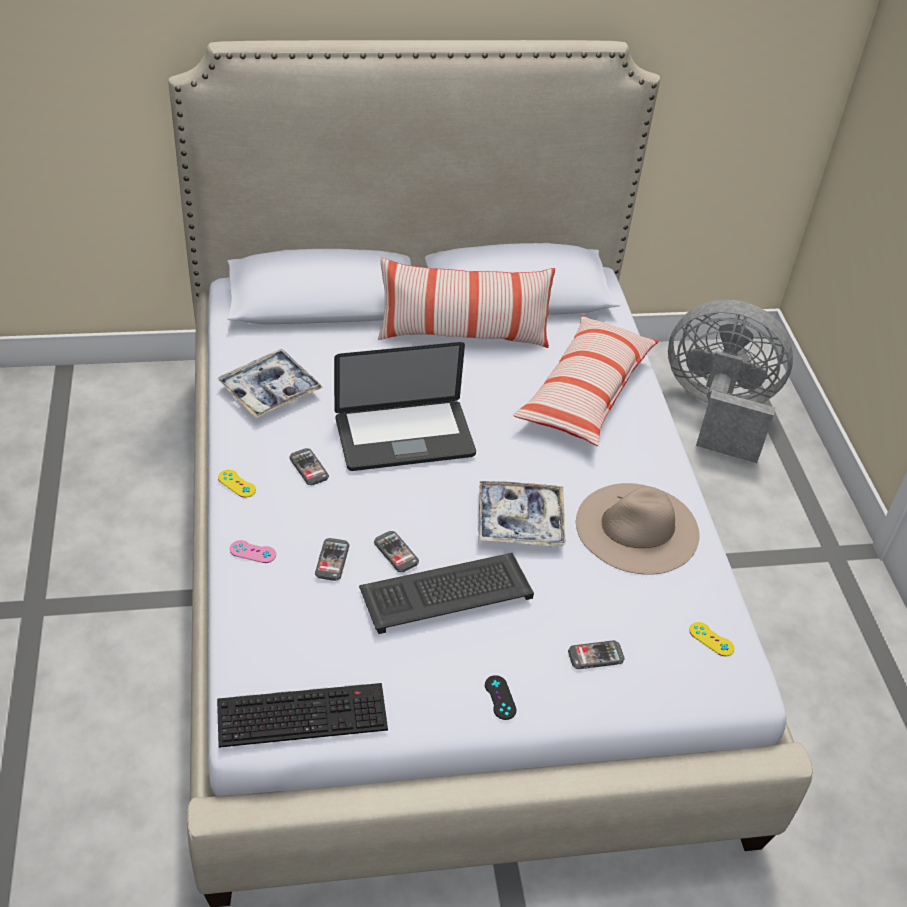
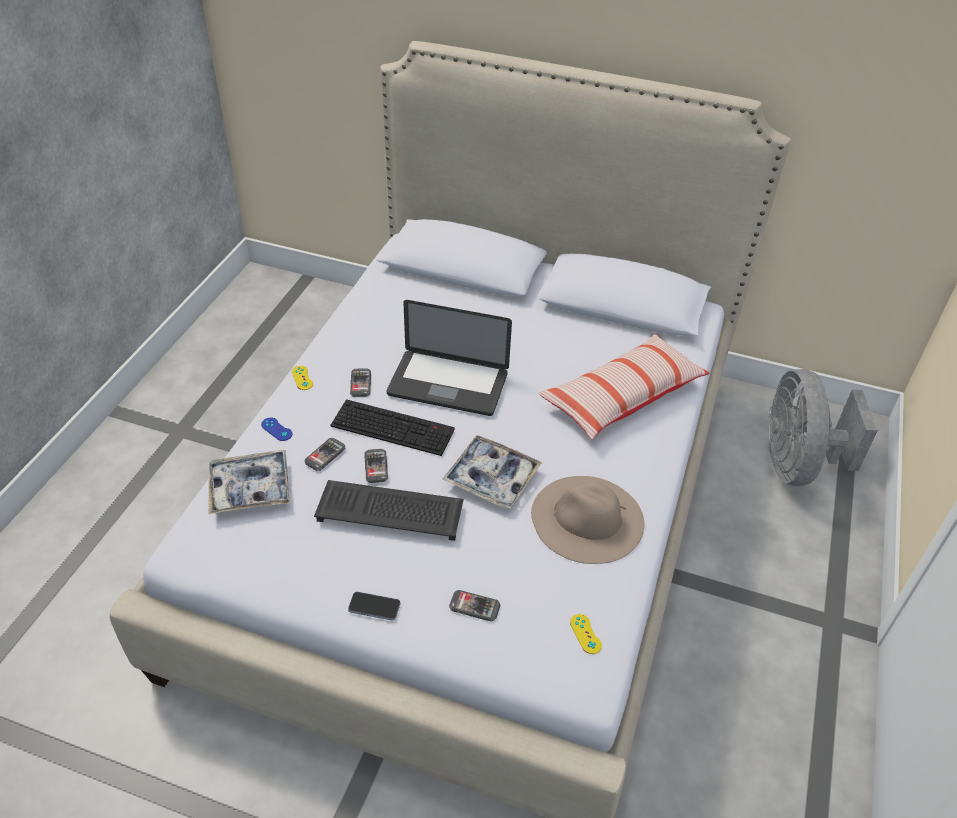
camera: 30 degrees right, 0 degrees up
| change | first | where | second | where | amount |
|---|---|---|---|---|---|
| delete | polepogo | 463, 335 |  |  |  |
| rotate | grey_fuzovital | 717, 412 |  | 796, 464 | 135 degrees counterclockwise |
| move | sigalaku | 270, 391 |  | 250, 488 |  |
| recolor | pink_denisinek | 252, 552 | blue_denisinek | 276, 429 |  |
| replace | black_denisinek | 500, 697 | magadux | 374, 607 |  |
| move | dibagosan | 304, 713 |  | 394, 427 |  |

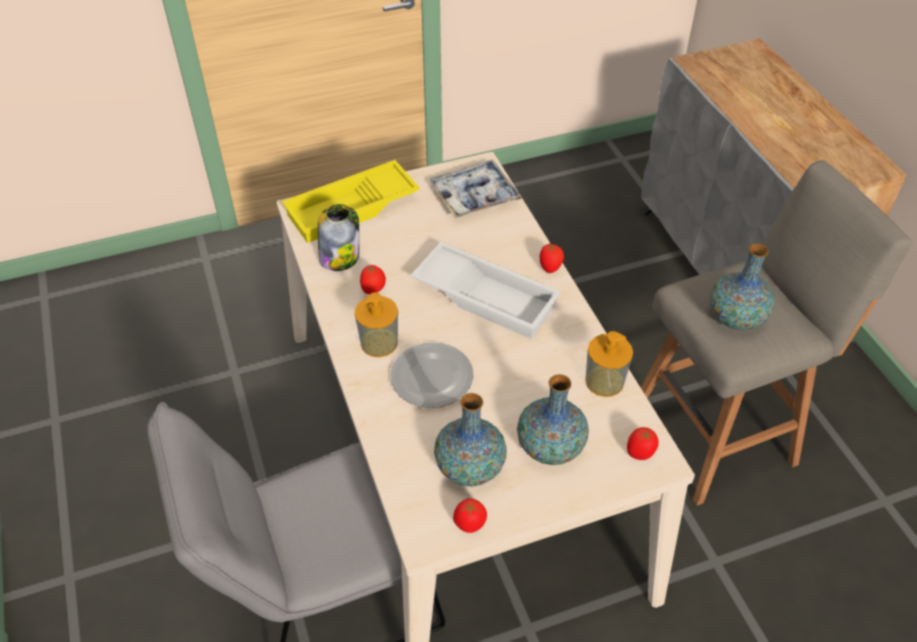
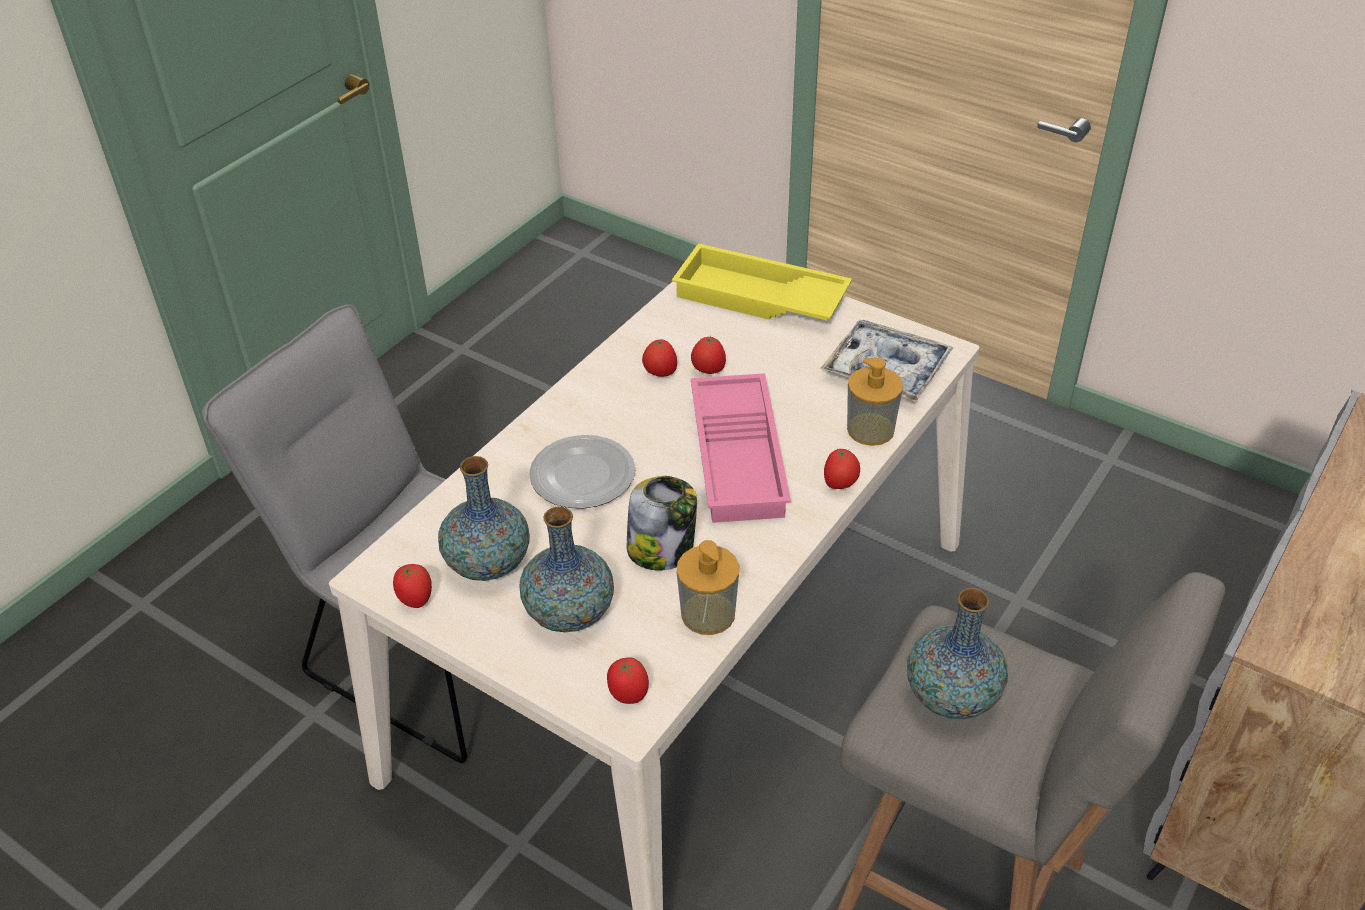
camera: 55 degrees right, 5 degrees down
| change | first | where | second | where | amount |
|---|---|---|---|---|---|
| move | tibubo | 340, 257 |  | 662, 549 |  |
| recolor | white_sigalaku | 487, 296 | pink_sigalaku | 741, 457 |  |
| move | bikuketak | 379, 343 |  | 870, 429 |  |
| insert |  |  | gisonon | 708, 371 |  |

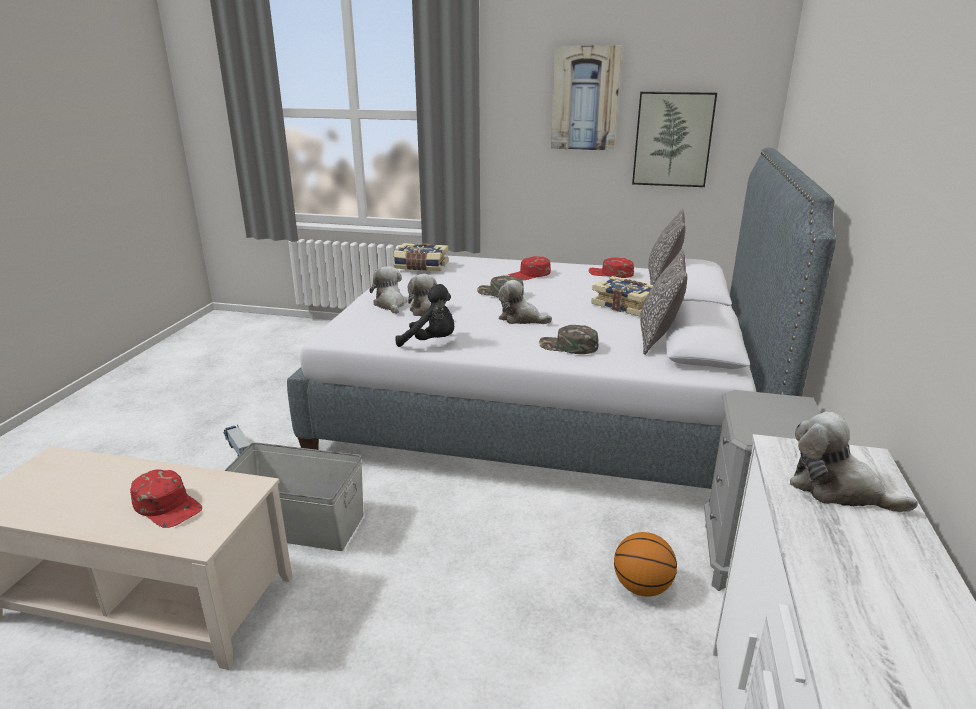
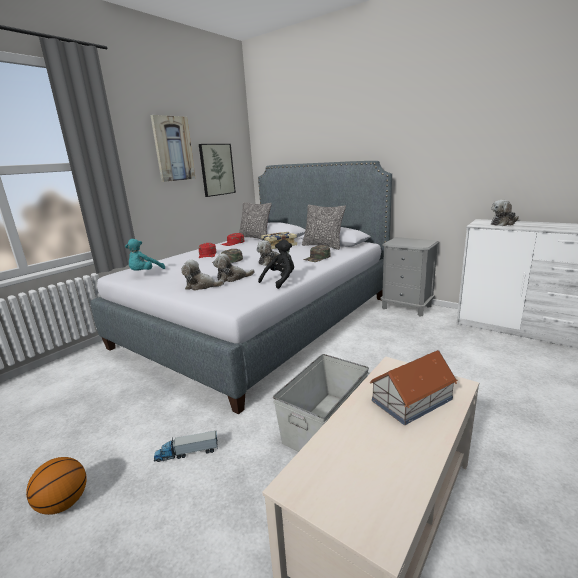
camera: 65 degrees left, 5 degrees down
| change | first | where | second | where | amount |
|---|---|---|---|---|---|
| replace | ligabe | 421, 266 | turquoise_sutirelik | 145, 273 |  |
| replace | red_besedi | 168, 506 | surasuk | 411, 400 |  |
| move | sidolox | 641, 587 |  | 63, 503 |  |

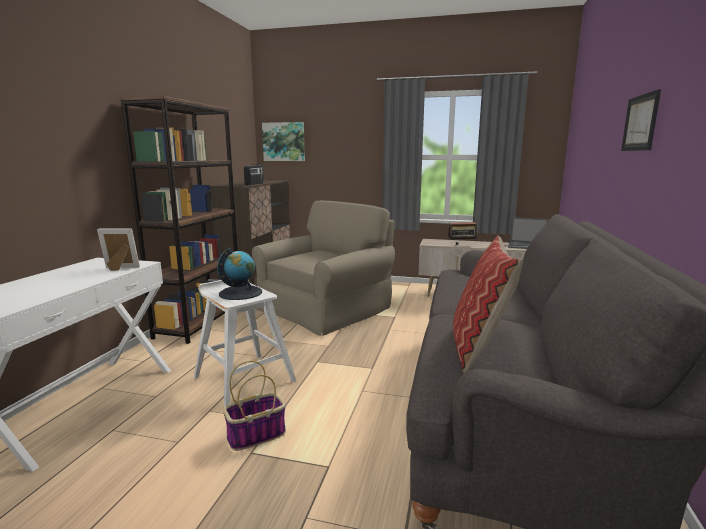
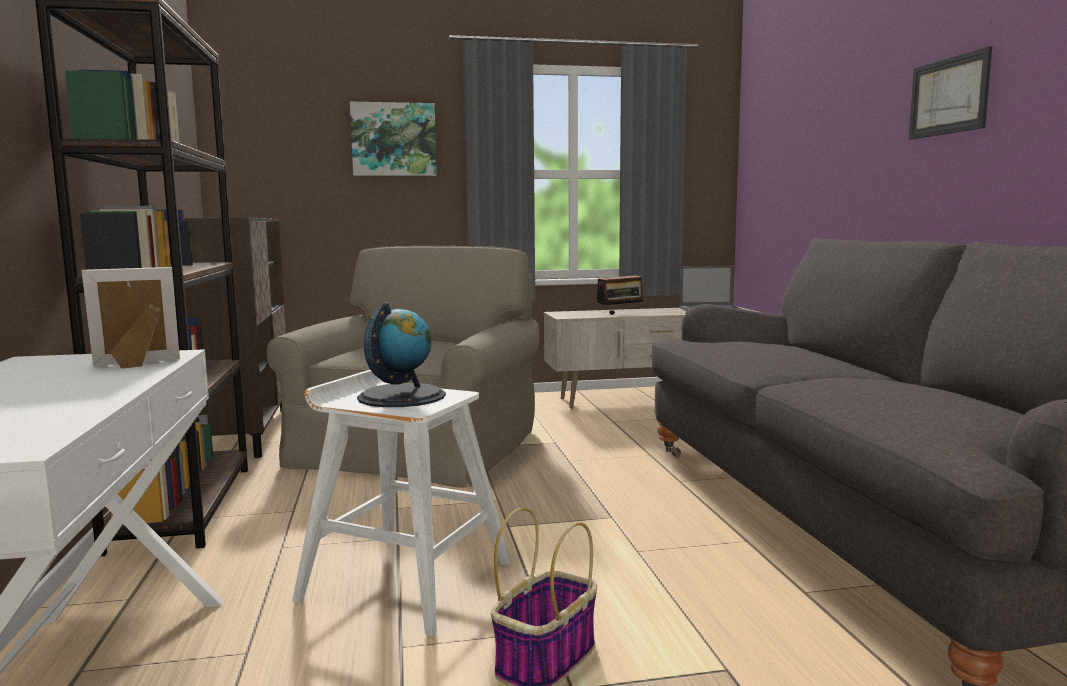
camera: 25 degrees left, 5 degrees down
| change | first | where | second | where | amount |
|---|---|---|---|---|---|
| move | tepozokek | 284, 142 |  | 393, 139 |  |
| delete | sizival | 254, 184 |  |  |  |
| delete | polepogo | 478, 349 |  |  |  |

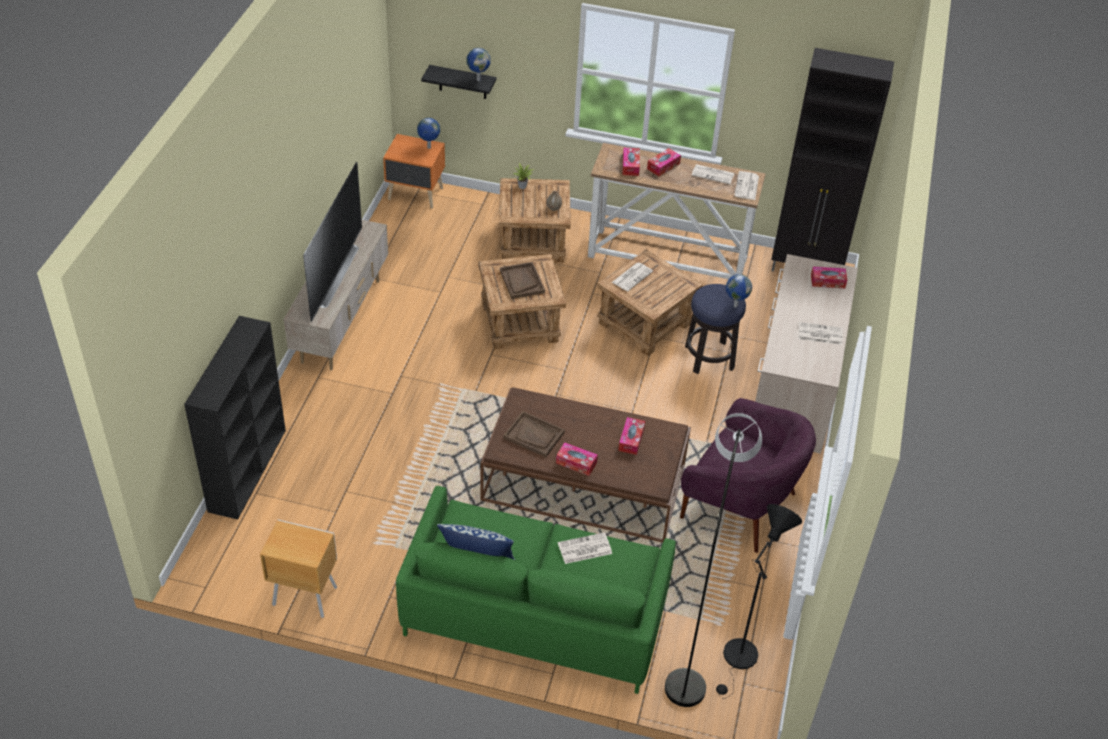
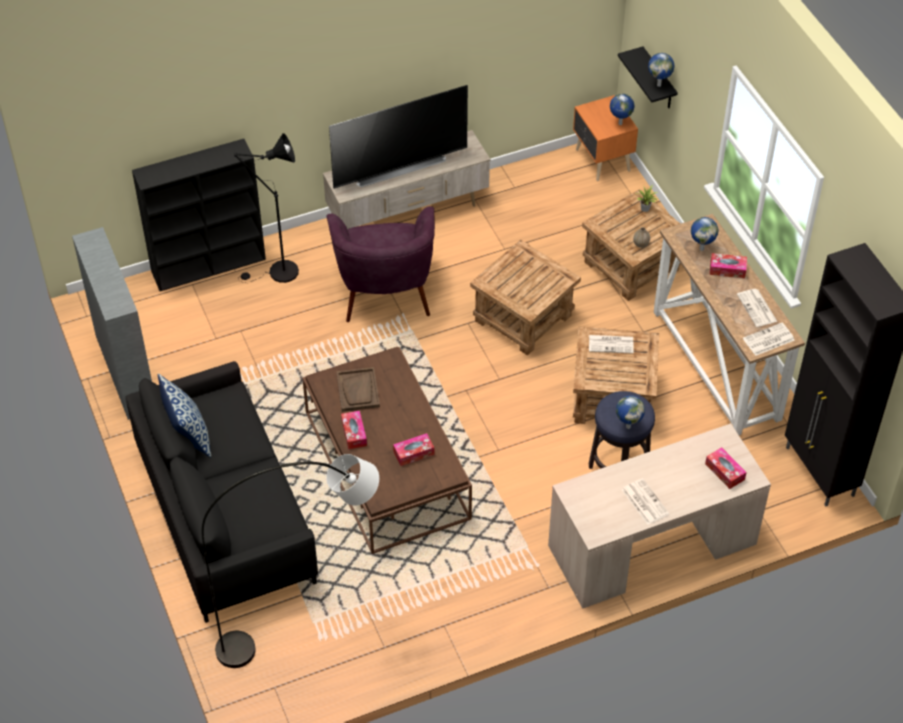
camera: 55 degrees right, 5 degrees up
| change | first | where | second | where | amount |
|---|---|---|---|---|---|
| replace | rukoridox | 630, 165 | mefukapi | 701, 248 |  |
| delete | brown_sigalaku | 522, 281 |  |  |  |
| move | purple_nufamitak | 739, 505 |  | 385, 290 |  |
| recolor | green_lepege | 535, 614 | black_lepege | 225, 514 |  |
| move | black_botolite | 739, 660 |  | 278, 273 |  |
| replace | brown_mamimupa | 304, 595 | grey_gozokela | 125, 372 |  |
| delete | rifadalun | 584, 549 |  |  |  |

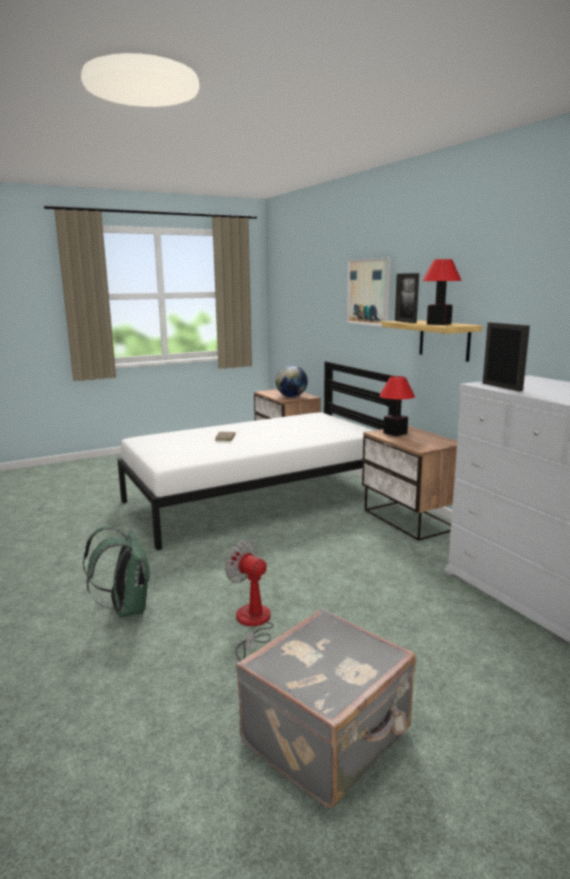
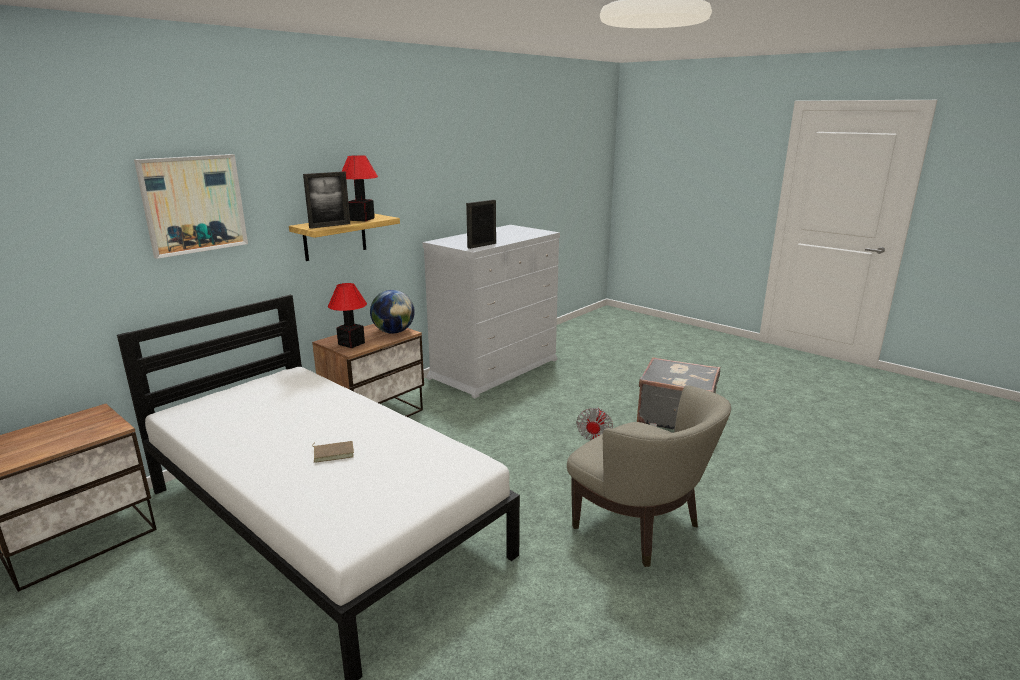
camera: 110 degrees left, 5 degrees up
| change | first | where | second | where | amount |
|---|---|---|---|---|---|
| move | mefukapi | 291, 396 |  | 393, 332 |  |
| replace | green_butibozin | 126, 609 | beige_nufamitak | 641, 527 |  |

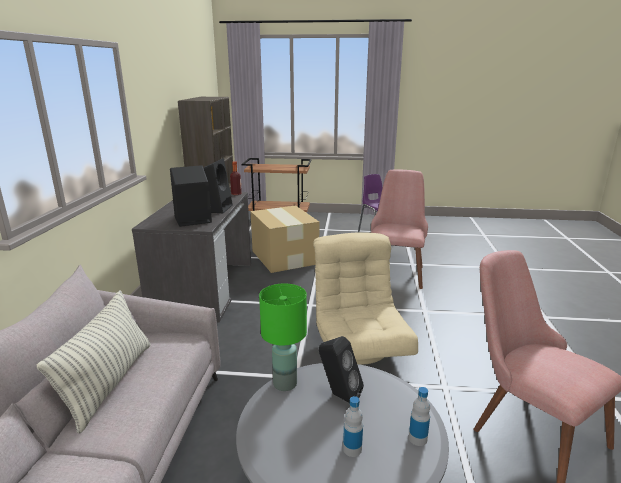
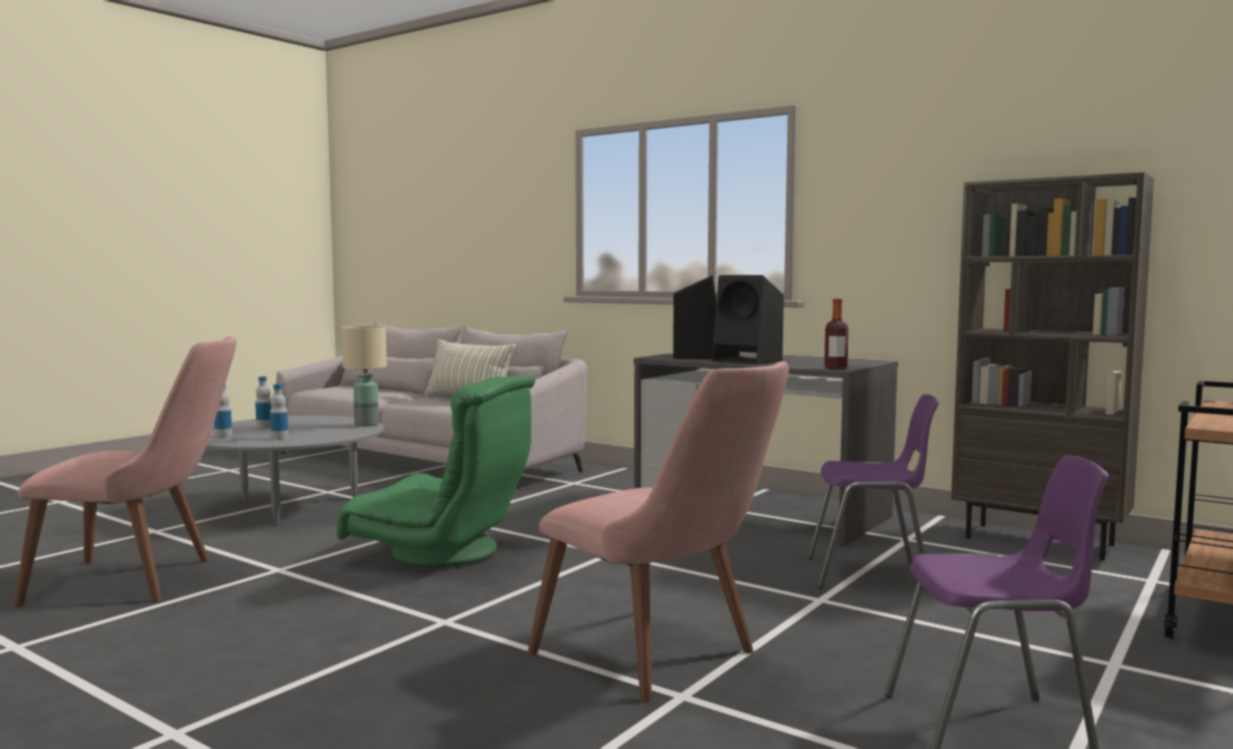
camera: 120 degrees right, 15 degrees down
| change | first | where | second | where | amount |
|---|---|---|---|---|---|
| replace | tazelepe | 284, 257 | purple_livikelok | 870, 575 |  |
| recolor | beige_nufamitak | 359, 347 | green_nufamitak | 443, 554 |  |
| recolor | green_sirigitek | 285, 383 | beige_sirigitek | 366, 425 |  |
| delete | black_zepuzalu | 338, 395 |  |  |  |
| insert |  |  | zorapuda | 279, 438 |  |

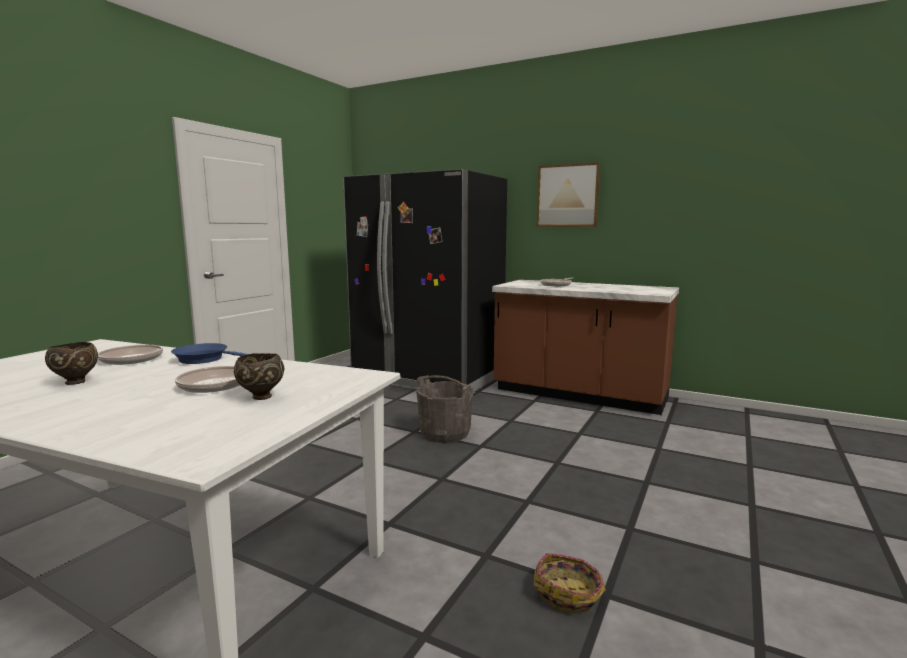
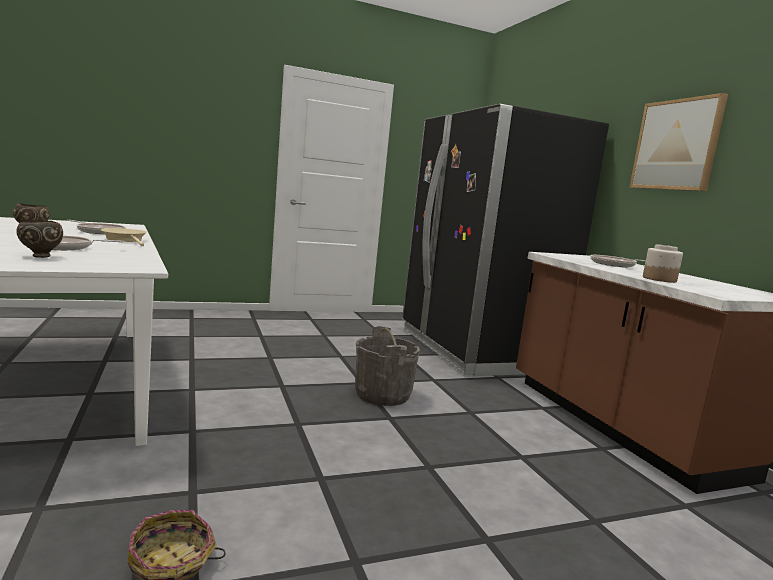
camera: 40 degrees right, 0 degrees up
| change | first | where | second | where | amount |
|---|---|---|---|---|---|
| recolor | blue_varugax | 206, 359 | beige_varugax | 126, 240 |  |
| insert |  |  | tibubo | 659, 279 |  |

